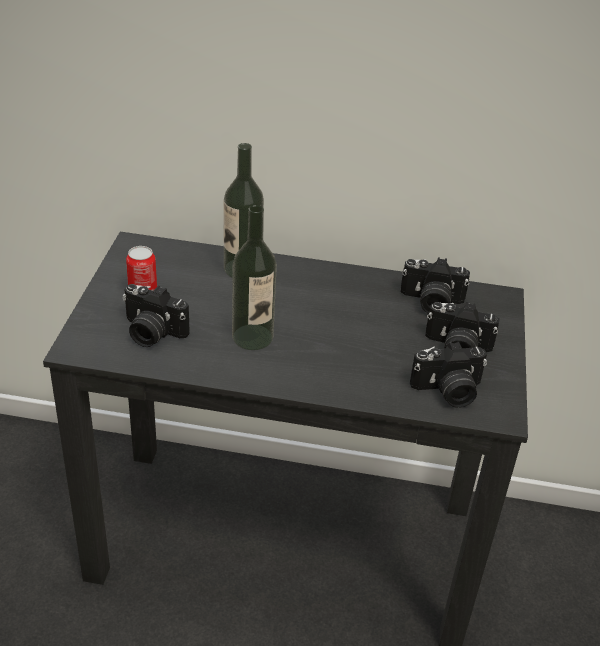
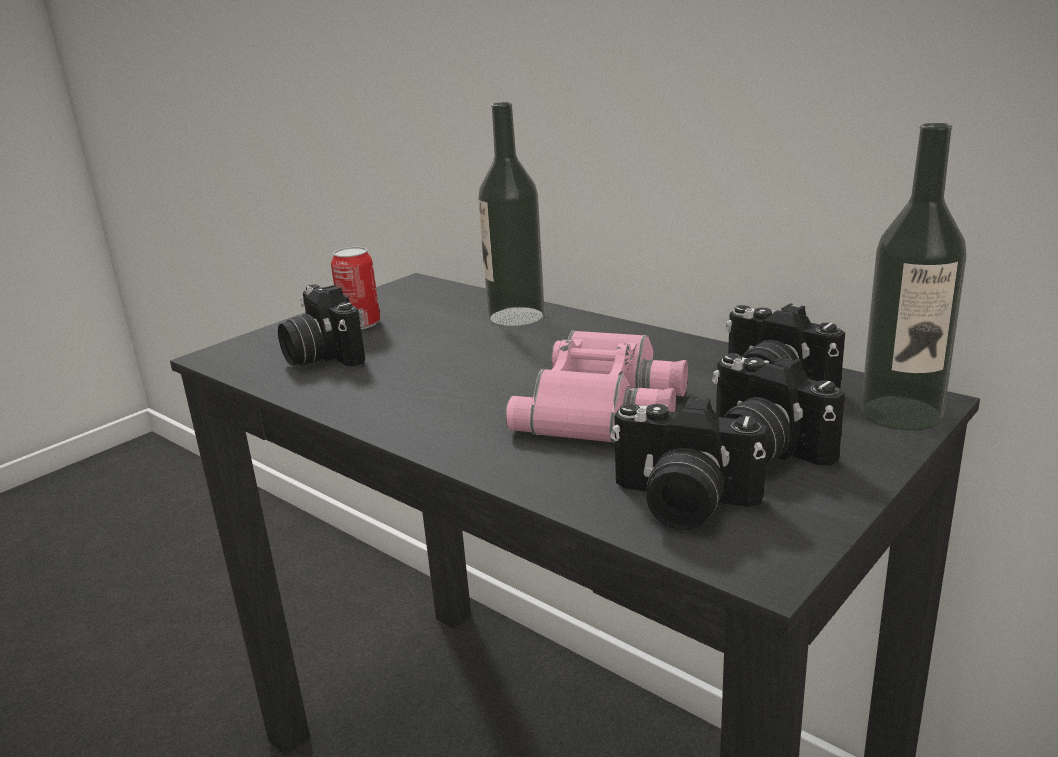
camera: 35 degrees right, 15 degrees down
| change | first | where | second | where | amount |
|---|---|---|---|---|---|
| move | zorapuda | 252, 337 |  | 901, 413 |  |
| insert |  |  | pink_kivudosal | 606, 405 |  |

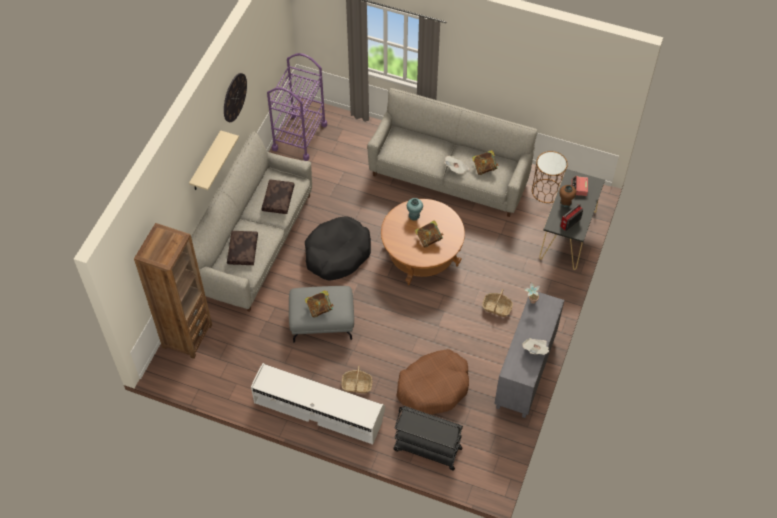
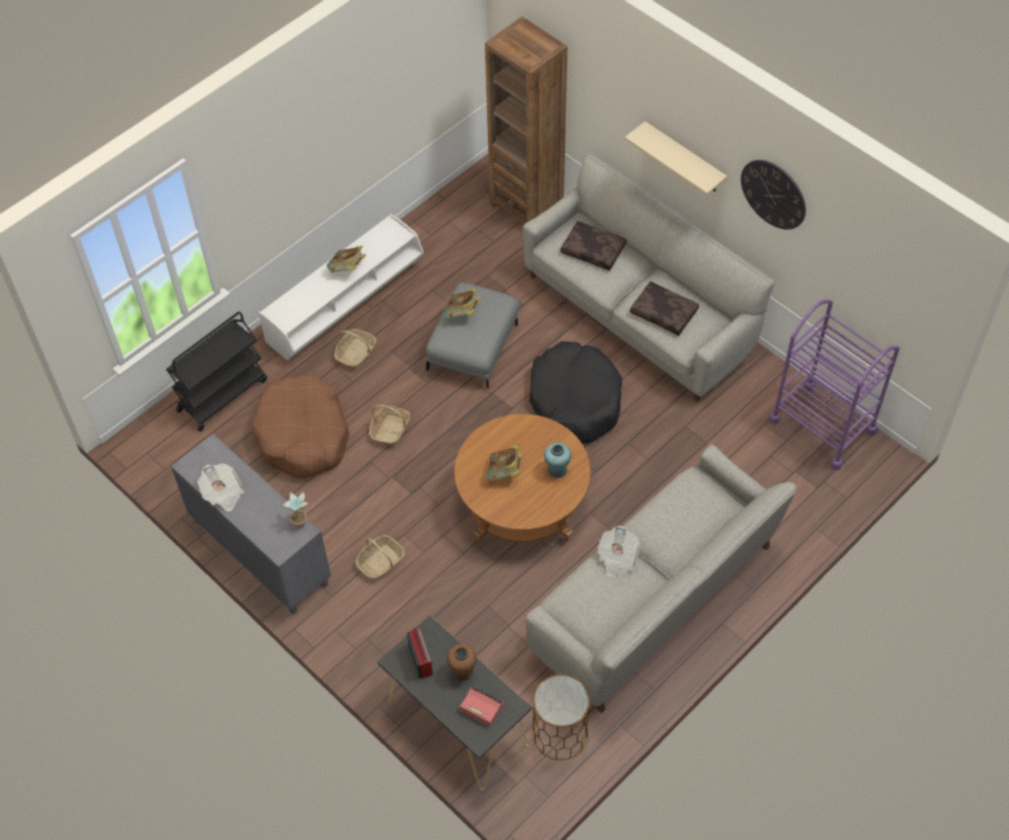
camera: 115 degrees right, 0 degrees up
| change | first | where | second | where | amount |
|---|---|---|---|---|---|
| move | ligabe | 484, 168 |  | 347, 269 |  |
| insert |  |  | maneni | 390, 430 |  |

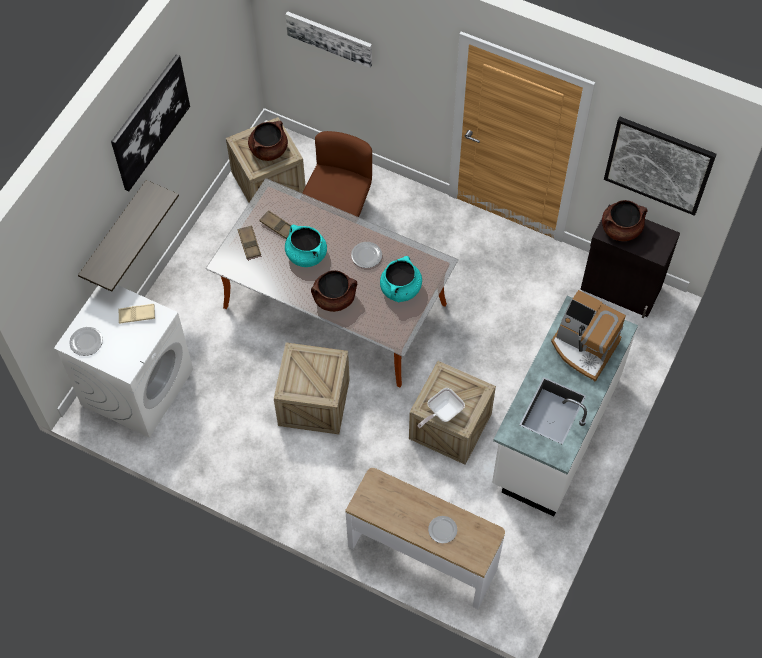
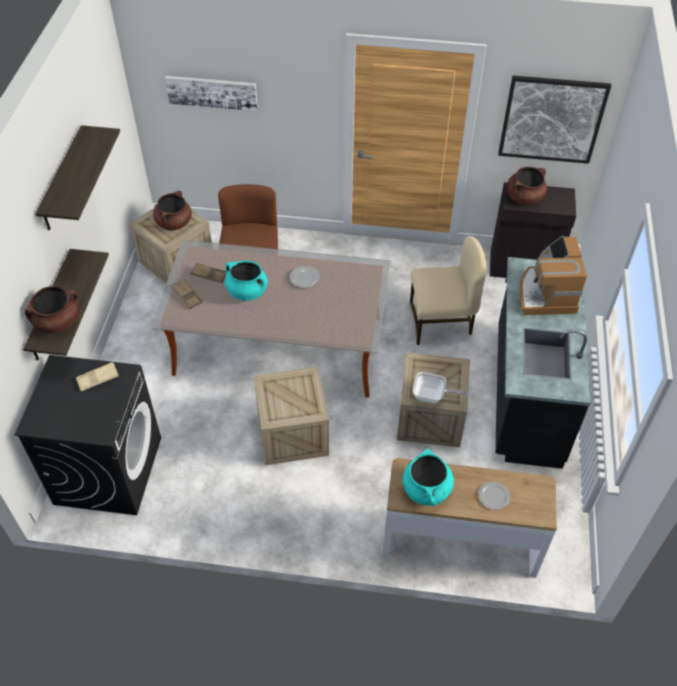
camera: 20 degrees left, 10 degrees down
| change | first | where | second | where | amount |
|---|---|---|---|---|---|
| replace | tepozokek | 150, 122 | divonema | 63, 180 |  |
| move | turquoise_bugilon | 400, 289 |  | 426, 489 |  |
| move | brown_bugilon | 334, 298 |  | 57, 322 |  |
| recolor | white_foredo | 137, 386 | black_foredo | 108, 469 |  |
| rotate | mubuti | 583, 347 |  | 546, 294 | 75 degrees clockwise |
| recolor | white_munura | 554, 431 | black_munura | 525, 395 |  |
| delete | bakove | 86, 342 |  |  |  |
| rotate | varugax | 442, 413 |  | 432, 396 | 105 degrees counterclockwise |
| insert |  |  | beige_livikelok | 441, 322 |  |

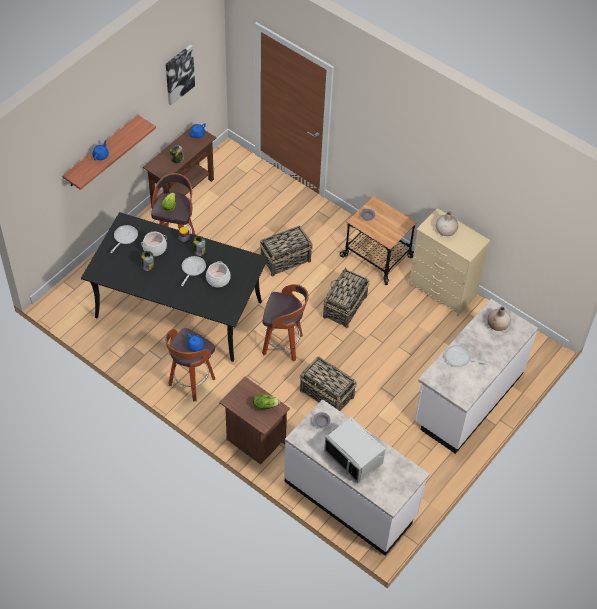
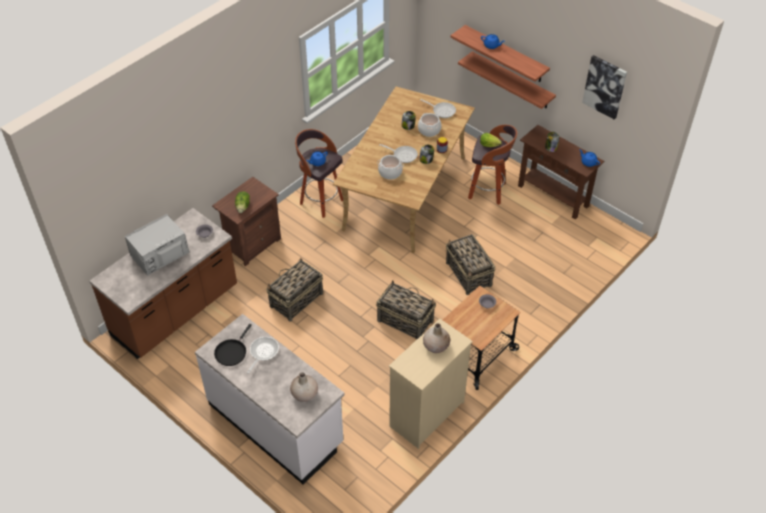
camera: 95 degrees right, 5 degrees down
| change | first | where | second | where | amount |
|---|---|---|---|---|---|
| recolor | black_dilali | 178, 309 | beige_dilali | 404, 193 |  |
| delete | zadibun | 283, 345 |  |  |  |
| recolor | white_munura | 351, 498 | brown_munura | 176, 312 |  |
| insert |  |  | divonema | 512, 80 |  |
| insert |  |  | black_varugax | 231, 352 |  |

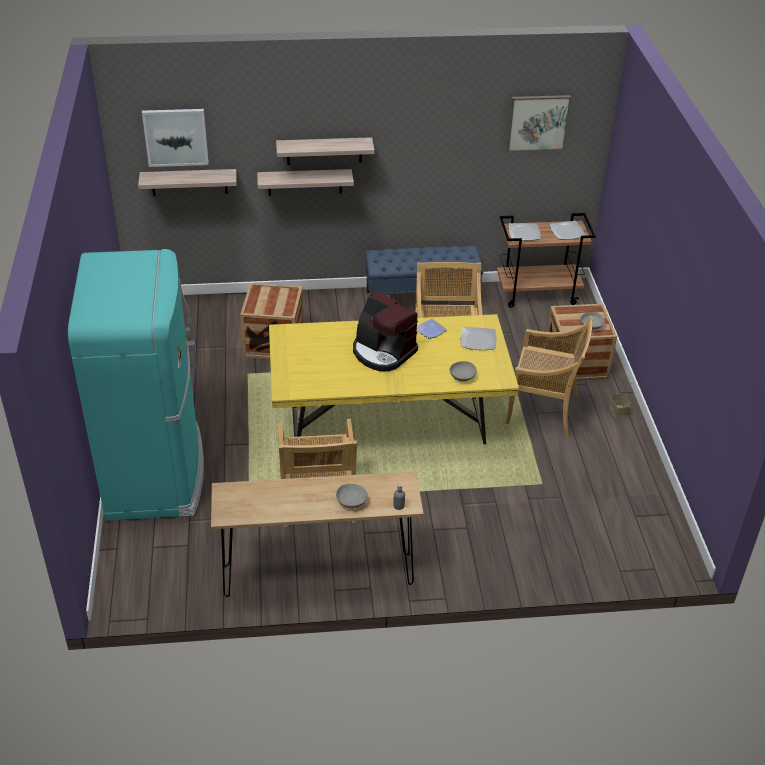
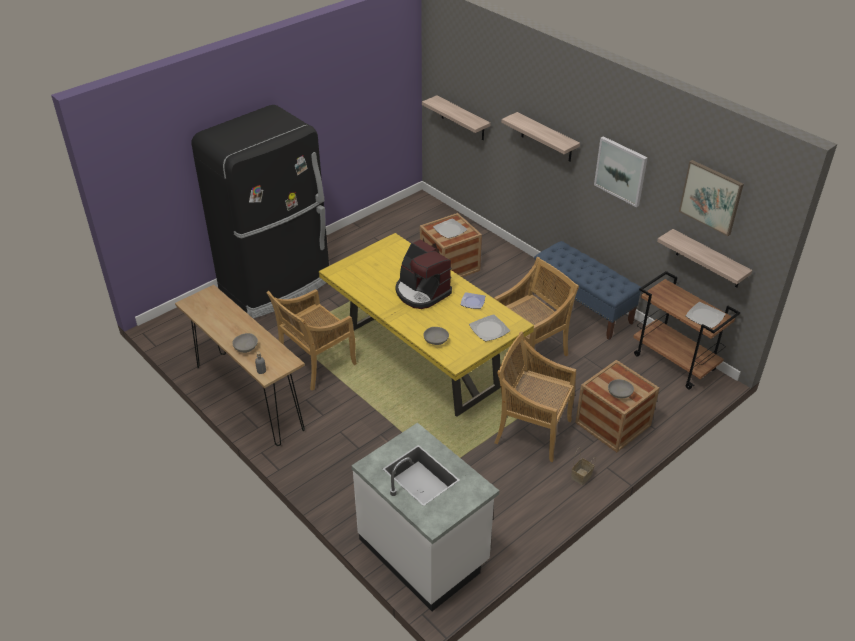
camera: 55 degrees right, 0 degrees up
| change | first | where | second | where | amount |
|---|---|---|---|---|---|
| move | tepozokek | 176, 137 |  | 621, 171 |  |
| move | divonema | 304, 182 |  | 708, 259 |  |
| move | bakove | 524, 233 |  | 450, 230 |  |
| recolor | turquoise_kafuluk | 156, 472 | black_kafuluk | 277, 284 |  |
| rotate | mubuti | 383, 352 |  | 421, 292 | 45 degrees counterclockwise |
| rotate | beige_livikelok | 543, 410 |  | 531, 430 | 135 degrees clockwise |
| insert |  |  | white_munura | 424, 551 |  |

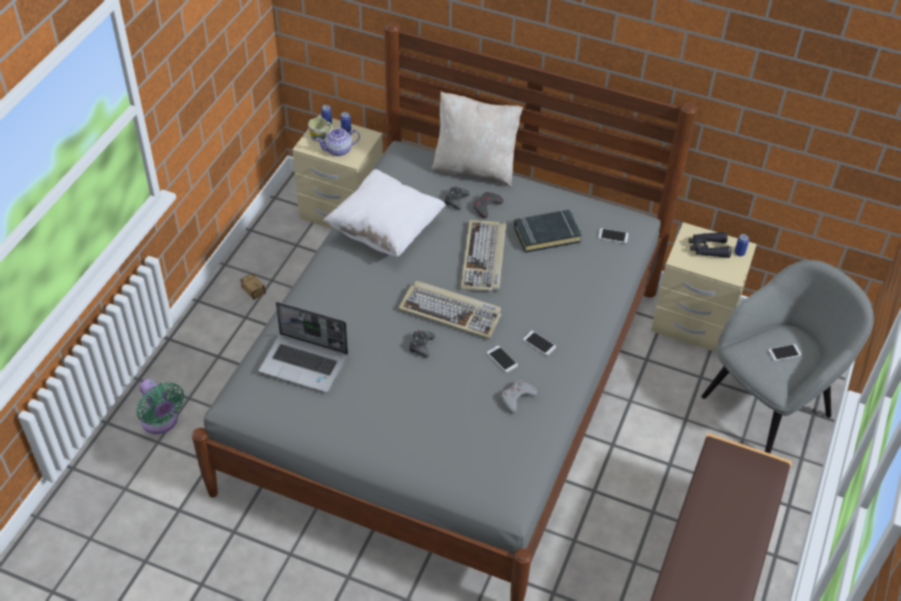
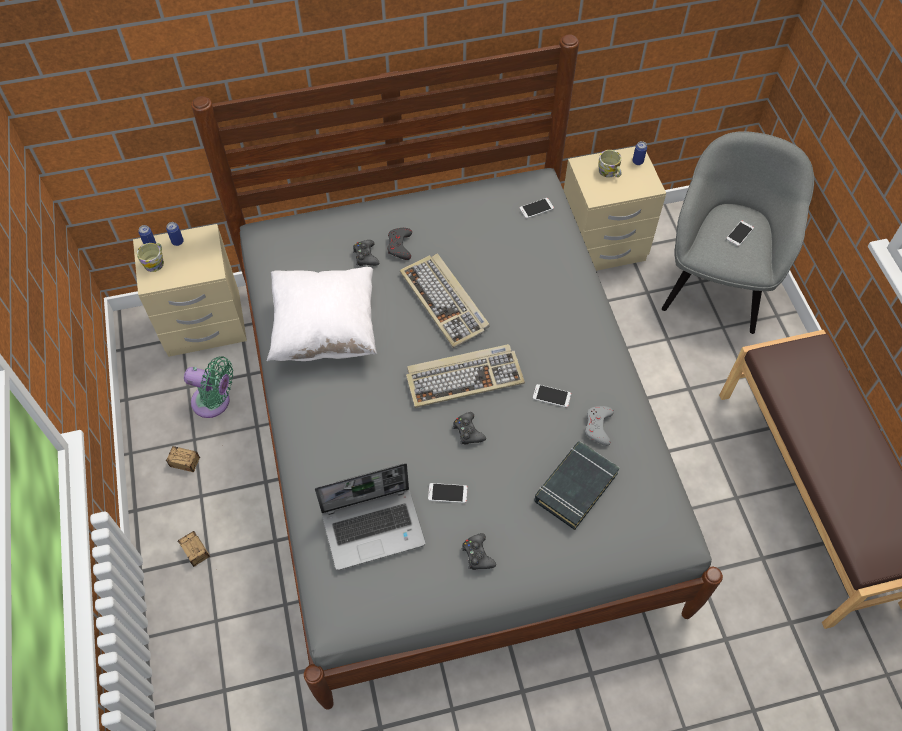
camera: 35 degrees left, 10 degrees up
| change | first | where | second | where | amount |
|---|---|---|---|---|---|
| delete | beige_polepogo | 474, 168 |  |  |  |
| delete | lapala | 339, 150 |  |  |  |
| move | black_ligabe | 546, 234 |  | 575, 487 |  |
| replace | black_kivudosal | 707, 248 | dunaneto | 609, 172 |  |
| move | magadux | 539, 343 |  | 447, 493 |  |
| move | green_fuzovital | 161, 422 |  | 214, 402 |  |
| insert |  |  | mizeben | 204, 566 |  |
| insert |  |  | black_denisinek | 477, 555 |  |

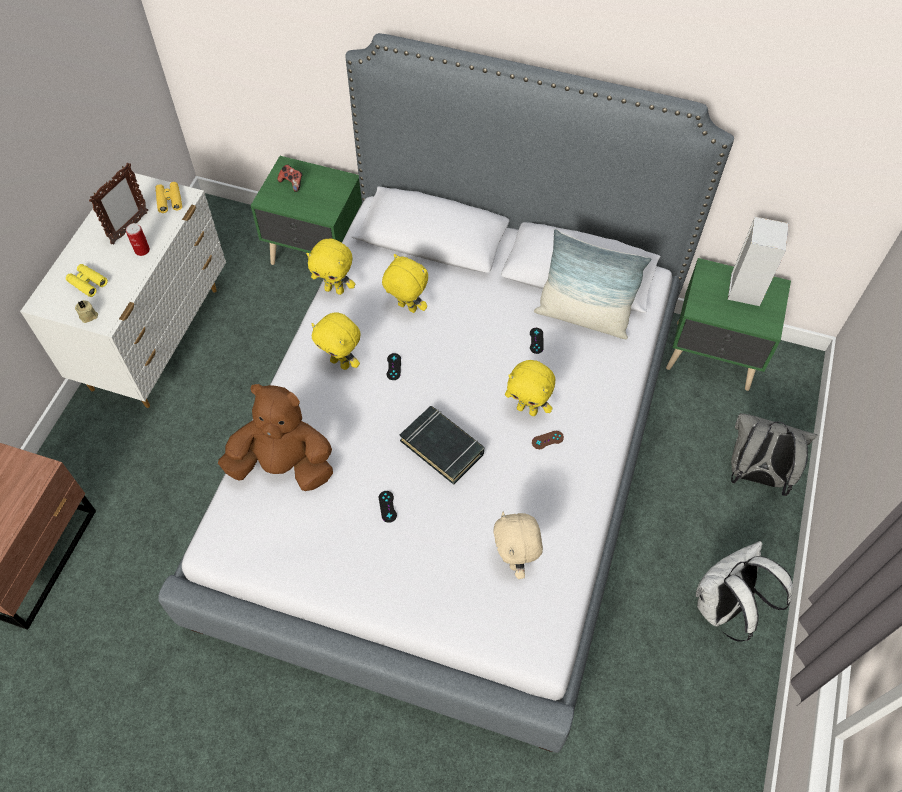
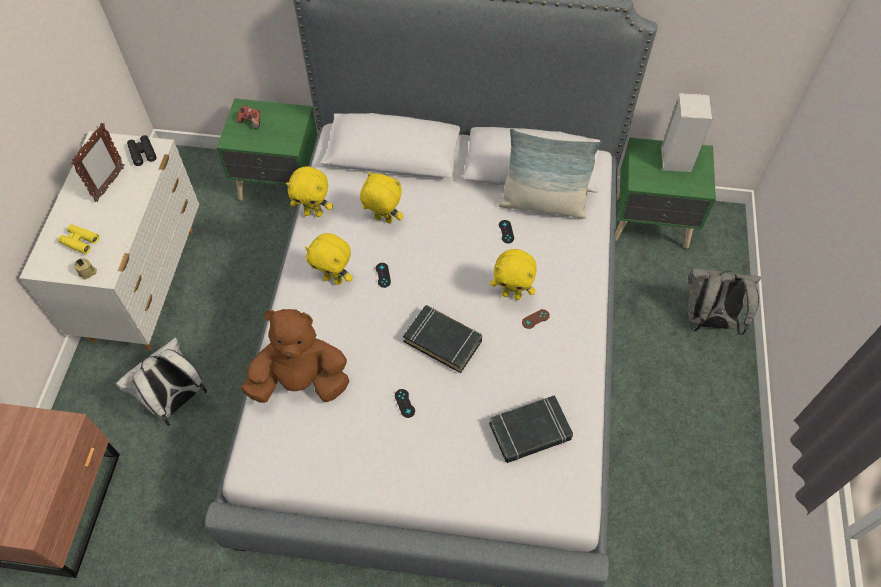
camera: 10 degrees left, 0 degrees up
| change | first | where | second | where | amount |
|---|---|---|---|---|---|
| recolor | yellow_kivudosal | 169, 200 | black_kivudosal | 142, 153 |  |
| delete | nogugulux | 142, 250 |  |  |  |
| replace | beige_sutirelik | 515, 560 | black_ligabe | 530, 432 |  |
| move | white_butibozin | 723, 607 |  | 176, 401 |  |

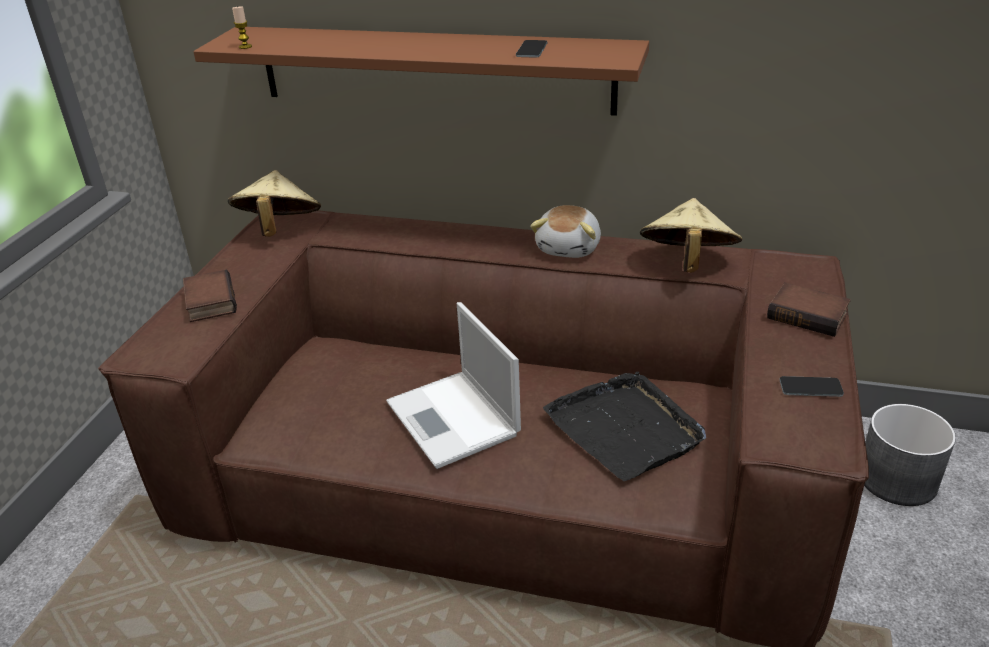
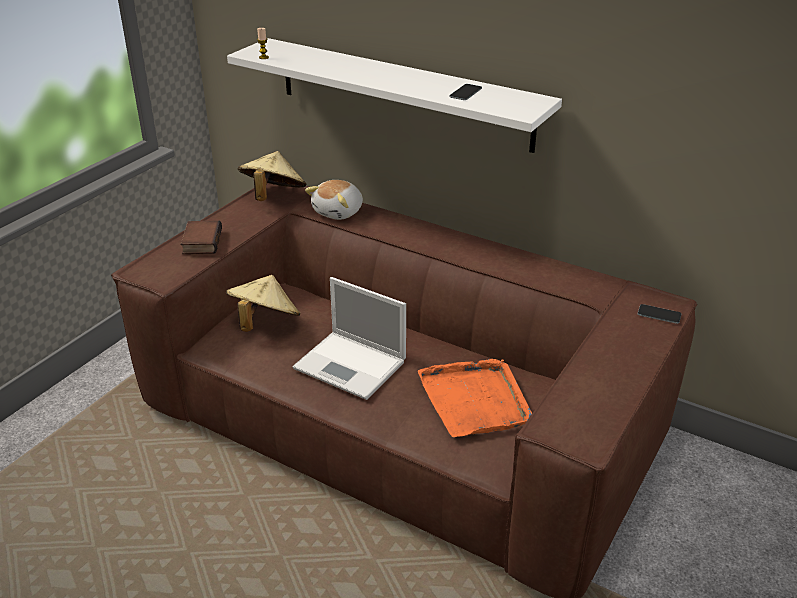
camera: 15 degrees right, 0 degrees up
| change | first | where | second | where | amount |
|---|---|---|---|---|---|
| recolor | brown_divonema | 433, 69 | white_divonema | 402, 93 |  |
| move | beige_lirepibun | 687, 263 |  | 264, 323 |  |
| move | sutirelik | 569, 248 |  | 339, 212 |  |
| delete | ligabe | 809, 315 |  |  |  |
| rotate | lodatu | 454, 420 |  | 351, 365 | 45 degrees counterclockwise |
| recolor | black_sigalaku | 625, 428 | orange_sigalaku | 475, 400 |  |
| move | magadux | 810, 387 |  | 659, 314 |  |
| delete | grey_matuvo | 898, 480 |  |  |  |

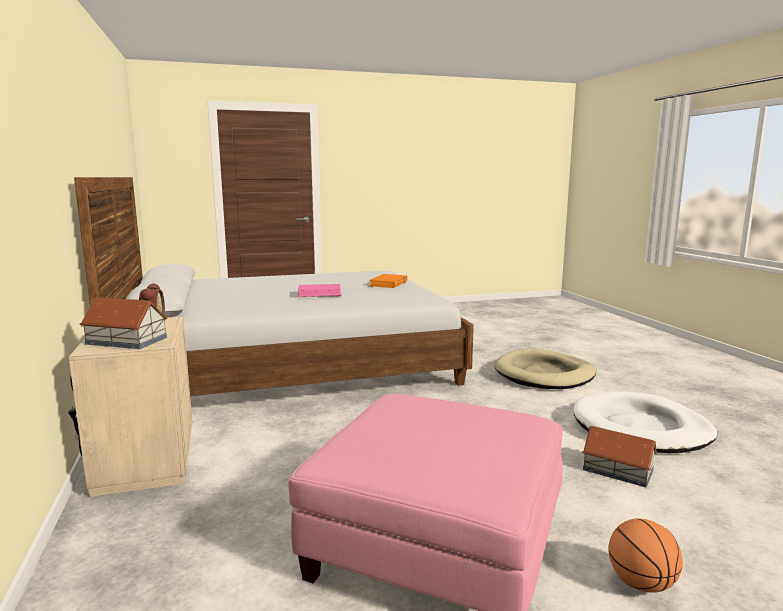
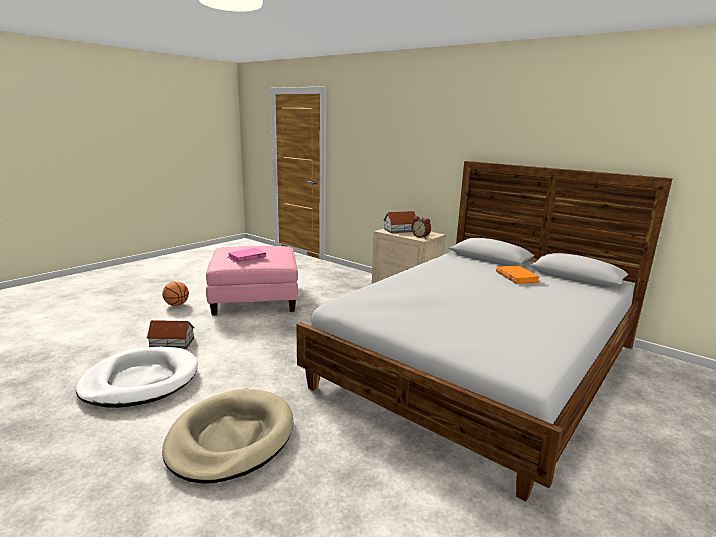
camera: 145 degrees right, 5 degrees up
| change | first | where | second | where | amount |
|---|---|---|---|---|---|
| move | orange_ligabe | 388, 283 |  | 516, 277 |  |
| move | pink_ligabe | 320, 293 |  | 246, 257 |  |

